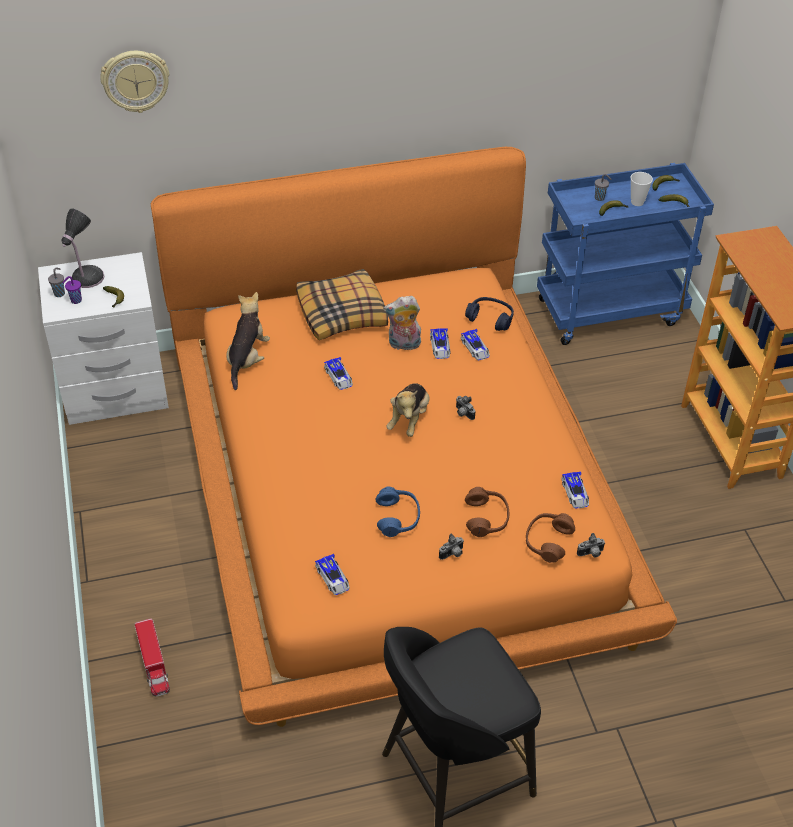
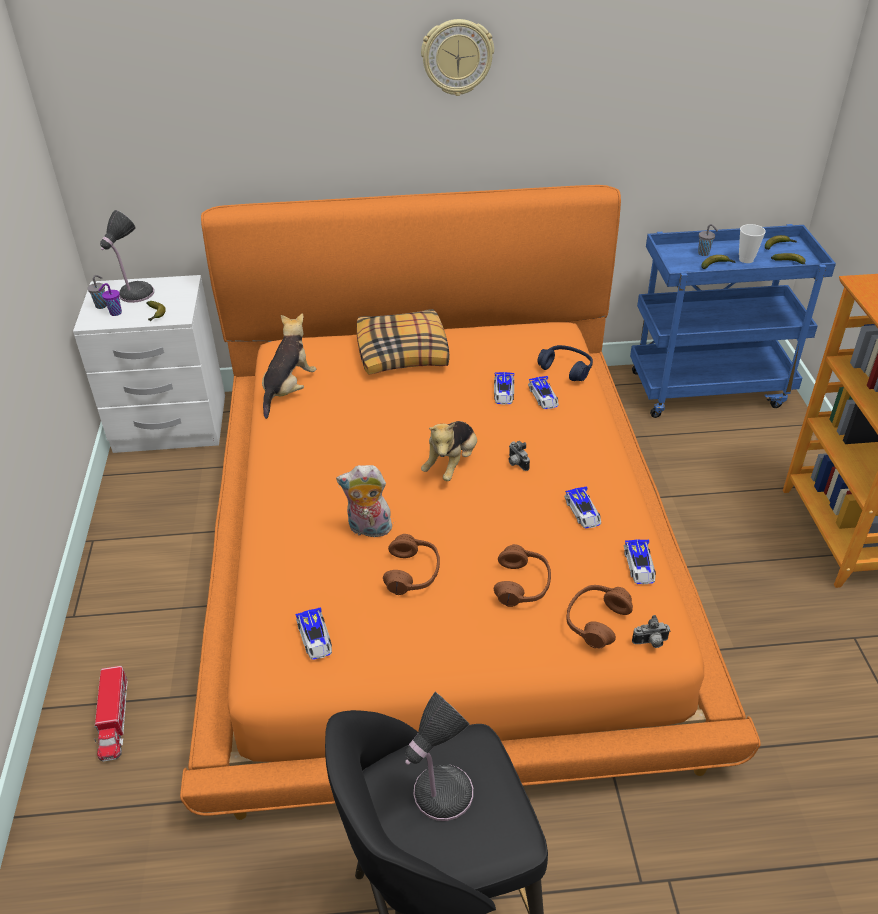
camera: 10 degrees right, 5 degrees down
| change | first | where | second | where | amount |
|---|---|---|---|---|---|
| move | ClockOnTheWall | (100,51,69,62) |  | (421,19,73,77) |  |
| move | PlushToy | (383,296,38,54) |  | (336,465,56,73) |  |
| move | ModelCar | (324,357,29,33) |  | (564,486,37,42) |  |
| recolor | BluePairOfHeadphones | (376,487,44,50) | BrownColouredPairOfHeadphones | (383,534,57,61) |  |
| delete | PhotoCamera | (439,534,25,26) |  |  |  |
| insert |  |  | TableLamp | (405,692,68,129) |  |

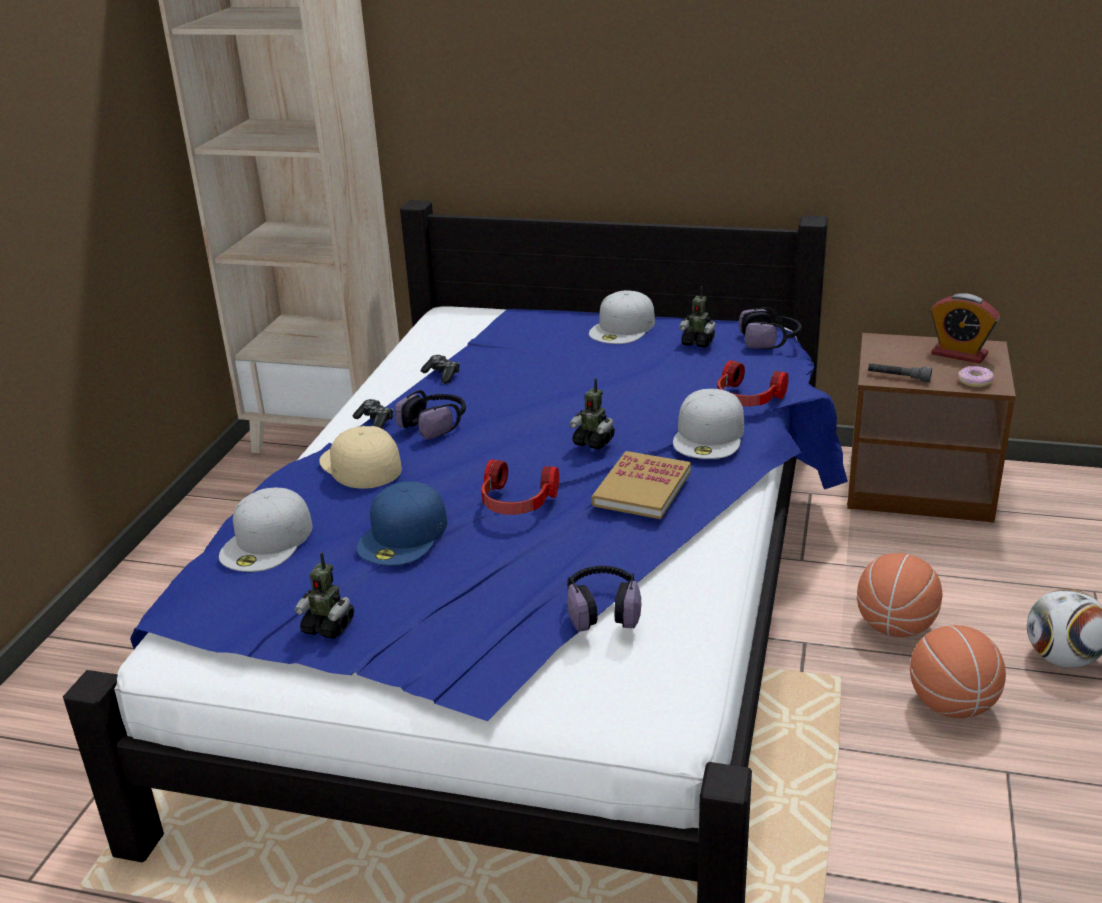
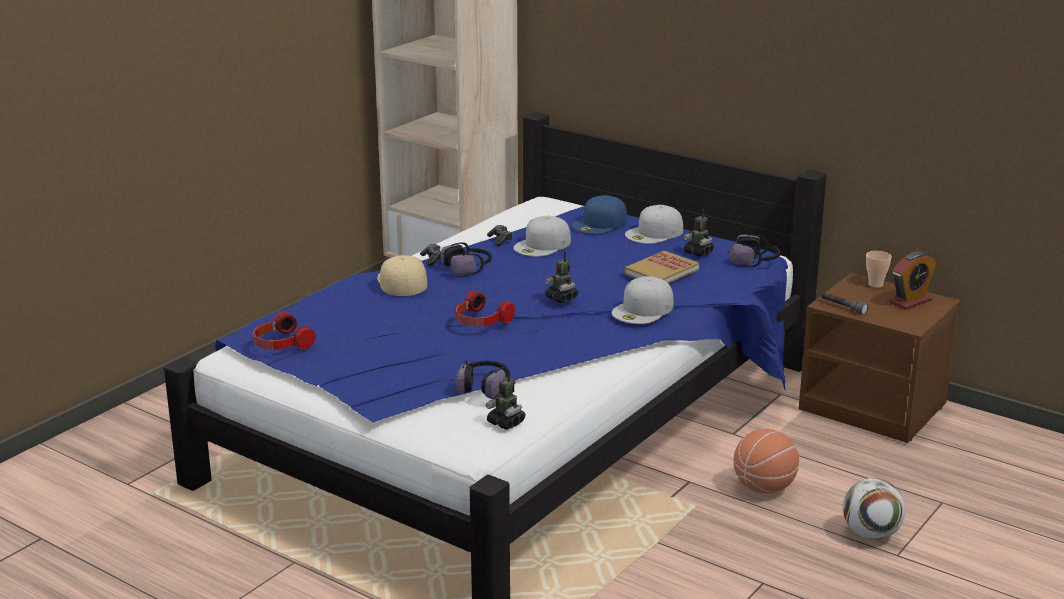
camera: 20 degrees right, 5 degrees down
| change | first | where | second | where | amount |
|---|---|---|---|---|---|
| rotate | AlarmClock | (931,293,69,71) |  | (889,251,48,59) | 90 degrees counterclockwise |
| move | PairOfHeadphones | (717,360,72,46) |  | (253,311,63,39) |  |
| delete | Doughnut | (958,366,36,21) |  |  |  |
| move | Book | (591,451,100,68) |  | (624,251,75,33) |  |
| move | BlueCap | (357,481,90,85) |  | (572,195,55,39) |  |
| move | WhiteColouredCap | (219,488,93,84) |  | (513,216,58,41) |  |
| move | RobotFigure | (295,552,59,87) |  | (486,370,40,60) |  |
| delete | Basketball | (910,625,96,93) |  |  |  |
| insert |  |  | SmallCup | (866,251,26,37) |  |

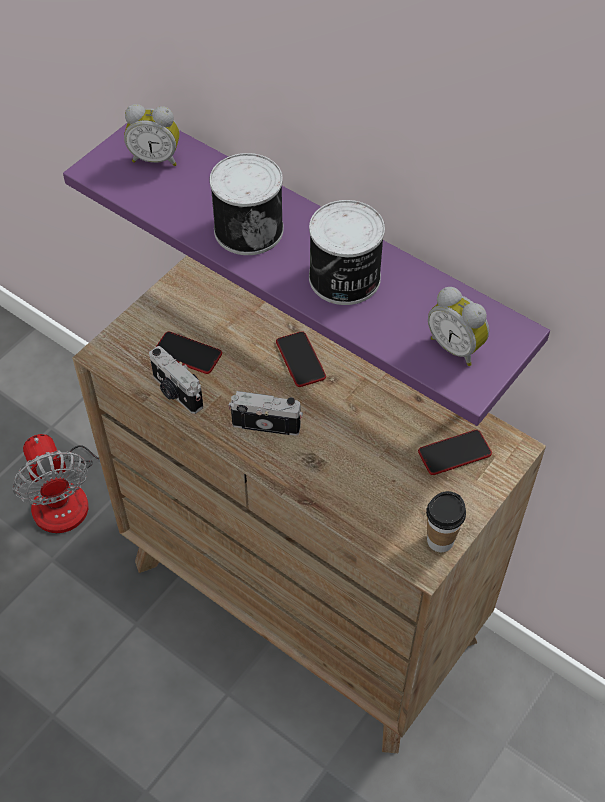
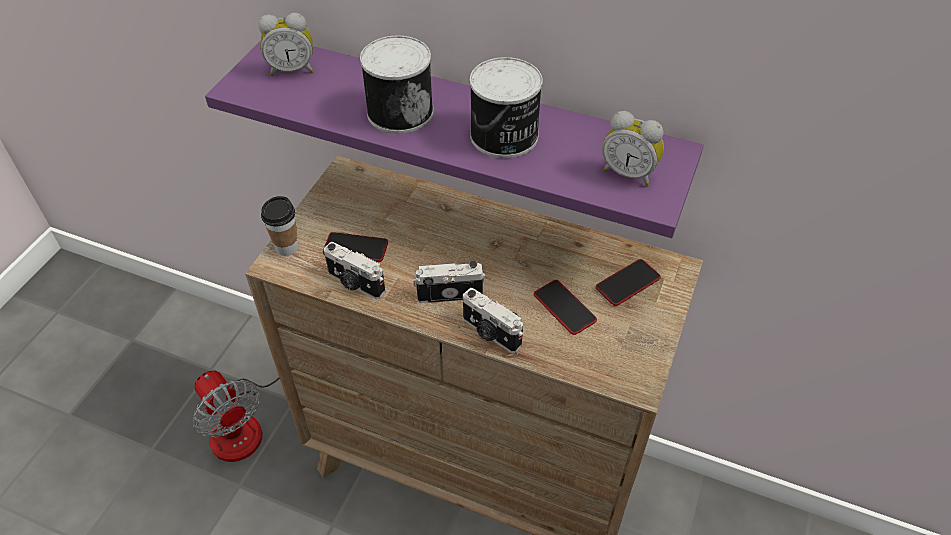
camera: 15 degrees left, 5 degrees down
| change | first | where | second | where | amount |
|---|---|---|---|---|---|
| move | Handset | (276,331,50,56) |  | (534,280,63,55) |  |
| move | SmallCup | (426,491,40,61) |  | (261,196,37,60) |  |
| insert |  |  | PhotoCamera | (463,288,60,65) |  |

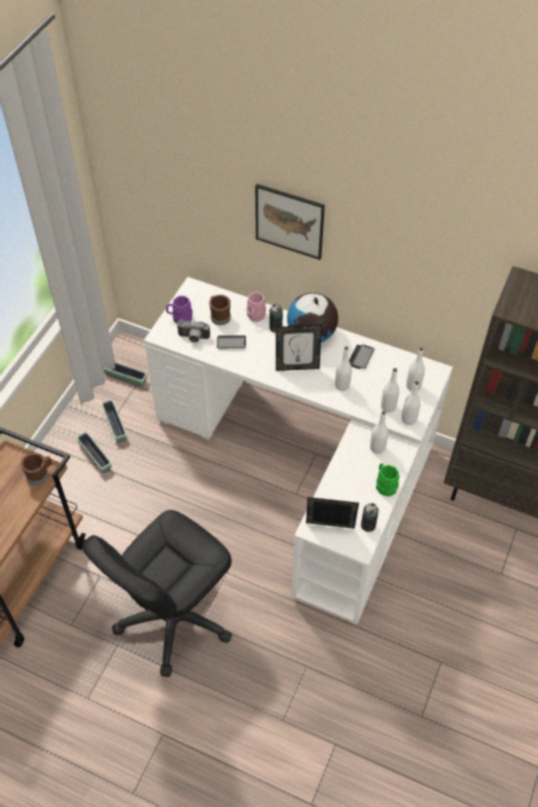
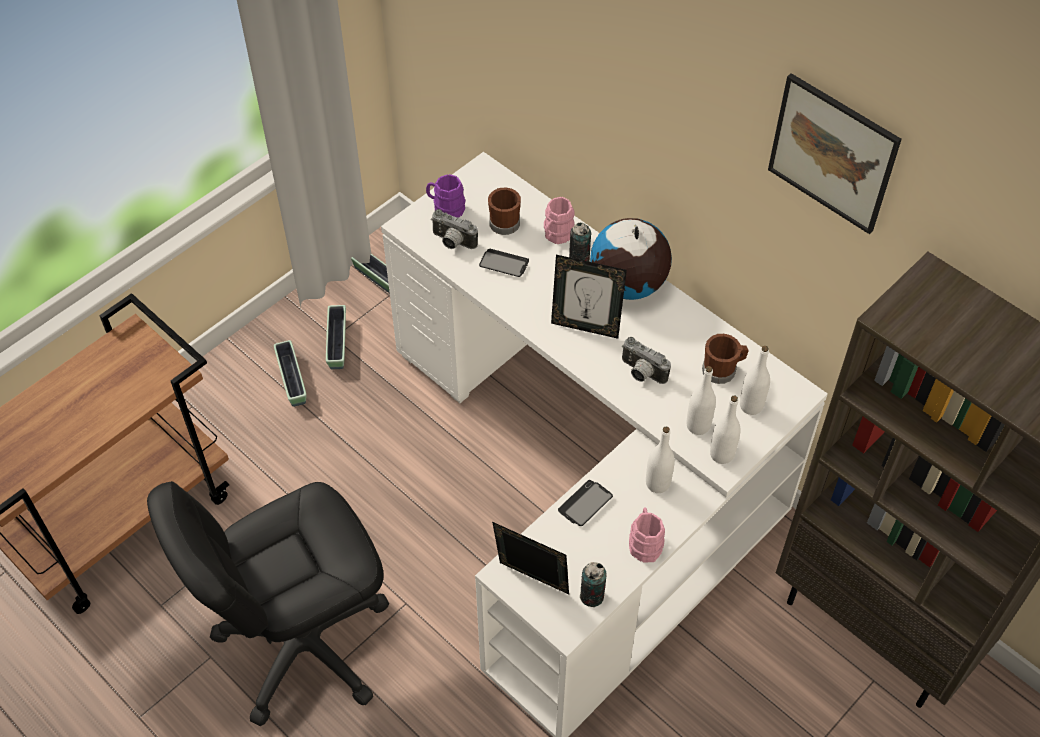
camera: 20 degrees right, 0 degrees up
| change | first | where | second | where | amount |
|---|---|---|---|---|---|
| move | Picture | (255,184,70,76) |  | (768,73,134,161) |  |
| move | Handset | (349,344,25,25) |  | (558,480,55,46) |  |
| replace | WhiteColouredBeverageBottle | (335,346,17,45) | PhotoCamera | (622,337,49,47) |  |
| move | BrownColouredMug | (21,453,31,32) |  | (702,334,47,50) |  |
| recolor | GreenMug | (376,463,23,33) | PinkColouredMug | (629,507,36,56) |  |

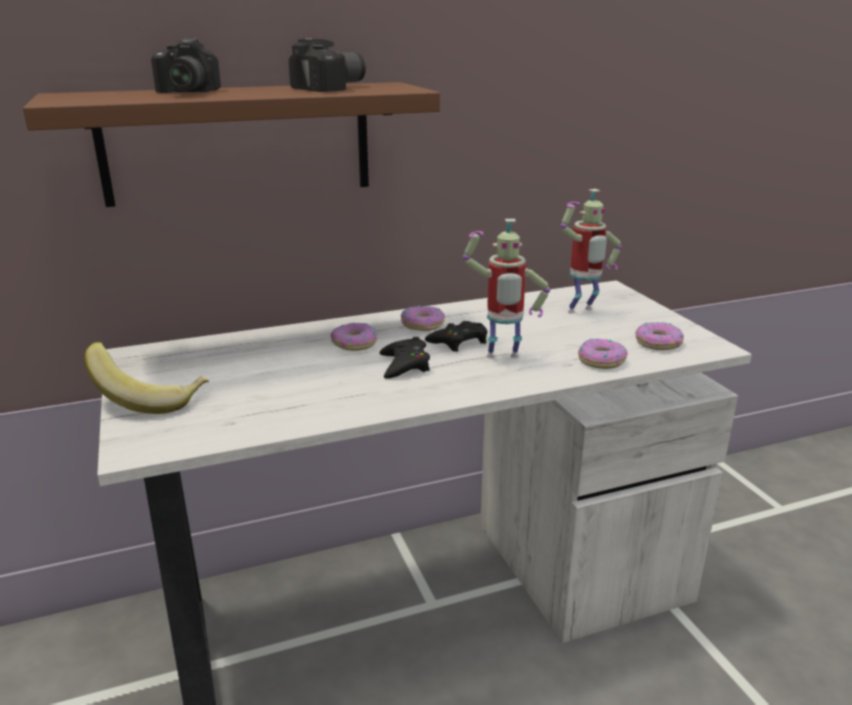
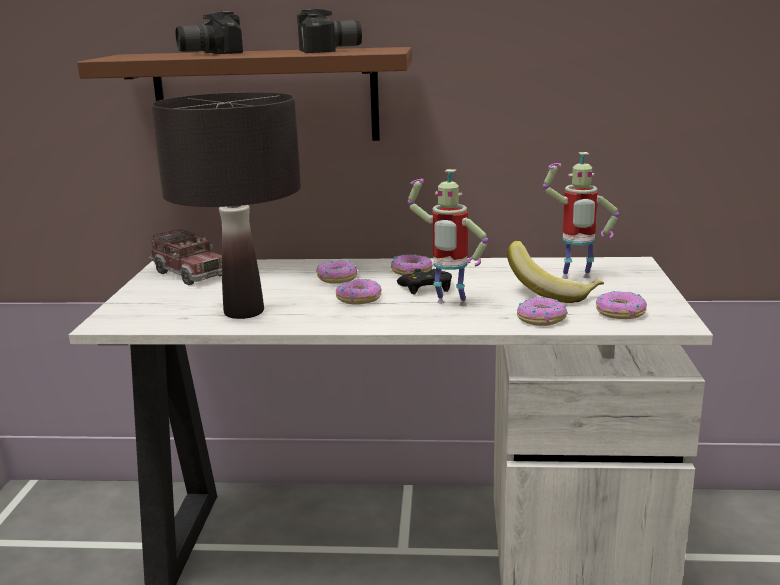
camera: 25 degrees right, 5 degrees down
| change | first | where | second | where | amount |
|---|---|---|---|---|---|
| rotate | PhotoCamera | (151,38,70,55) |  | (176,11,67,43) | 45 degrees clockwise |
| replace | BlackishJoypad | (380,337,50,42) | Doughnut | (336,279,46,26) |  |
| move | Banana | (84,342,125,72) |  | (507,241,97,62) |  |
| insert |  |  | BlackishTableLamp | (151,92,150,227) |  |
| insert |  |  | ToyLorry | (149,229,73,56) |  |

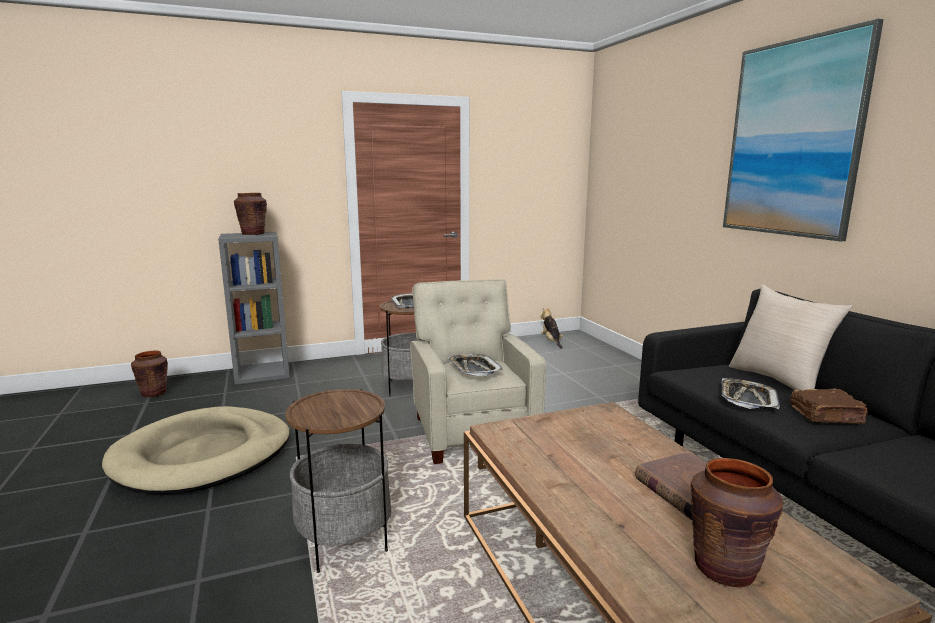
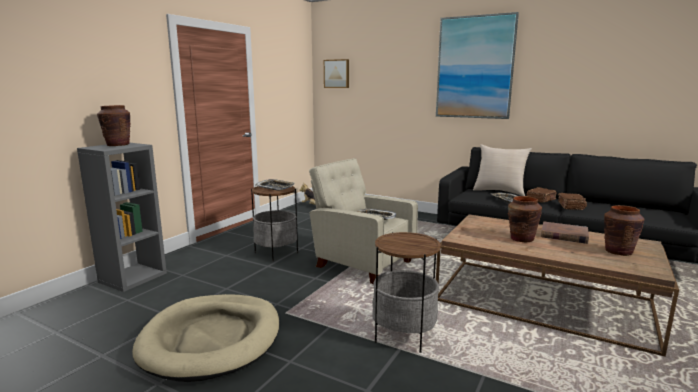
camera: 40 degrees left, 0 degrees up
| change | first | where | second | where | amount |
|---|---|---|---|---|---|
| move | BrownColouredVase | (131,350,37,47) |  | (508,196,34,46) |  |
| insert |  |  | Picture | (324,59,25,29) |  |
| insert |  |  | BrownColouredBook | (558,193,29,17) |  |

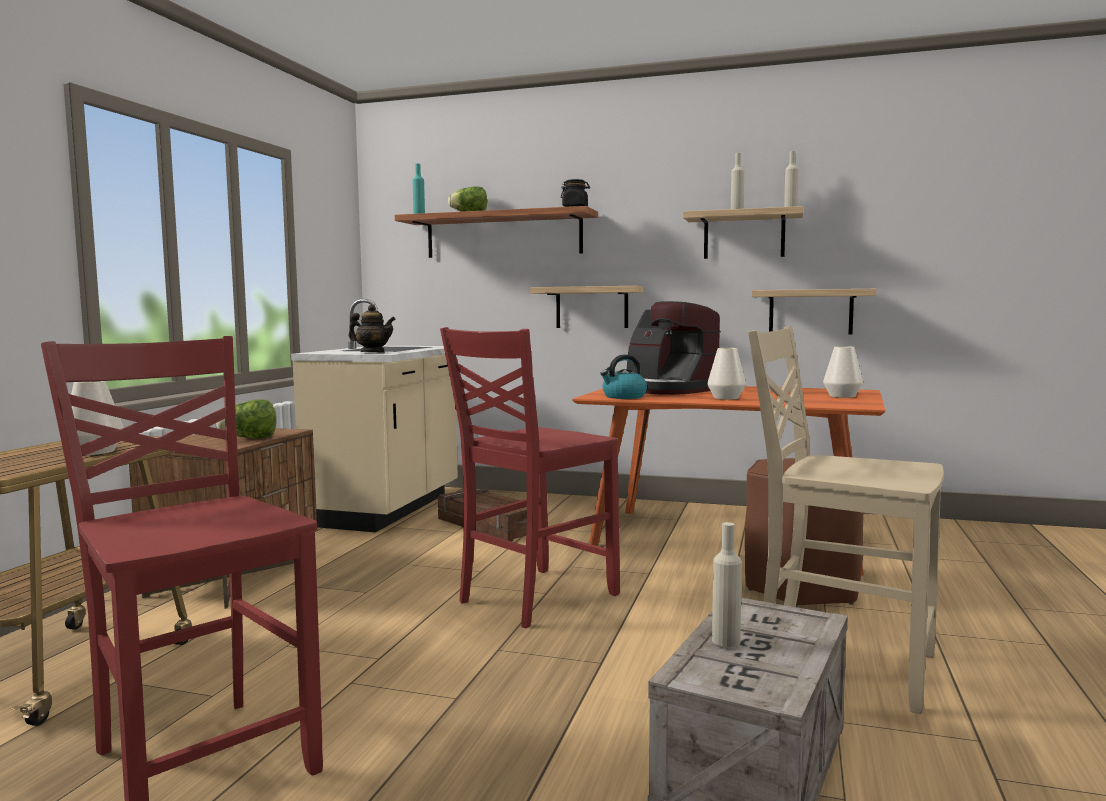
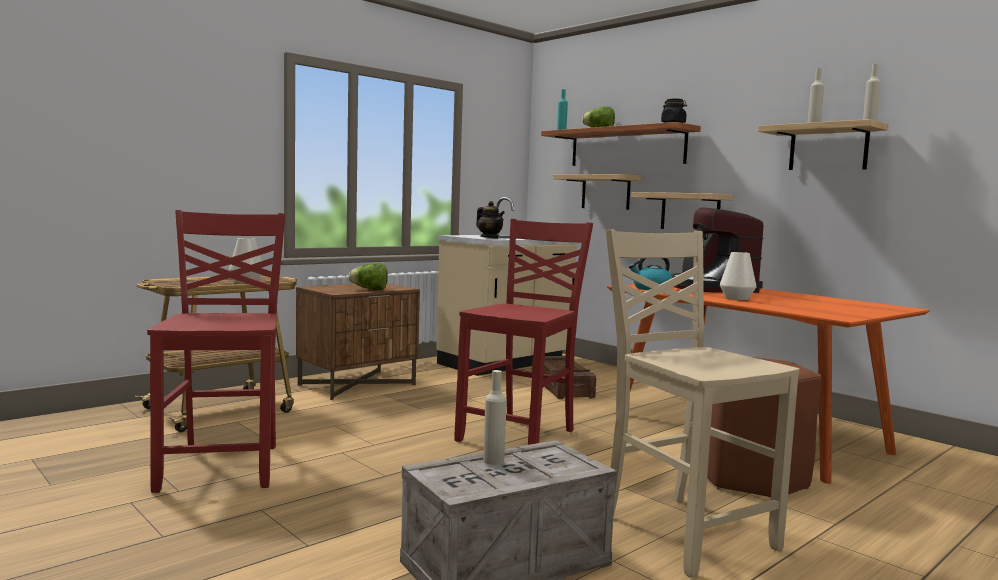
camera: 30 degrees right, 0 degrees up
| change | first | where | second | where | amount |
|---|---|---|---|---|---|
| move | WallShelf | (751,289,125,45) |  | (553,174,88,36) |  |
| rotate | RedColouredPlainChair | (440,327,180,301) |  | (454,219,139,226) | 135 degrees clockwise |
| delete | WhiteColouredVase | (823,346,40,52) |  |  |  |

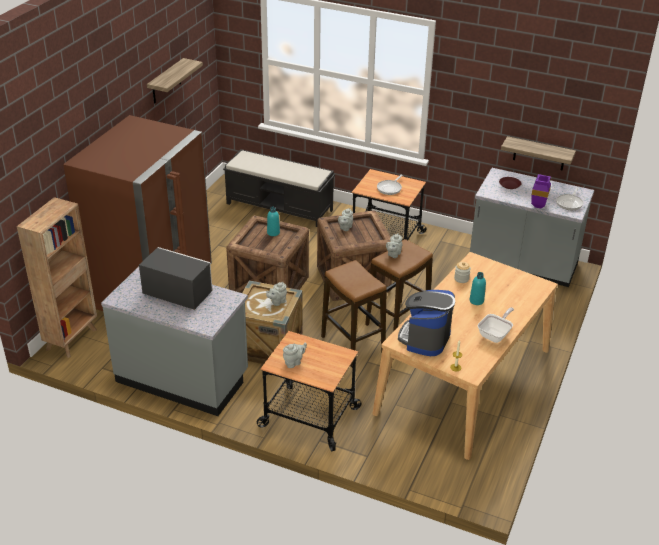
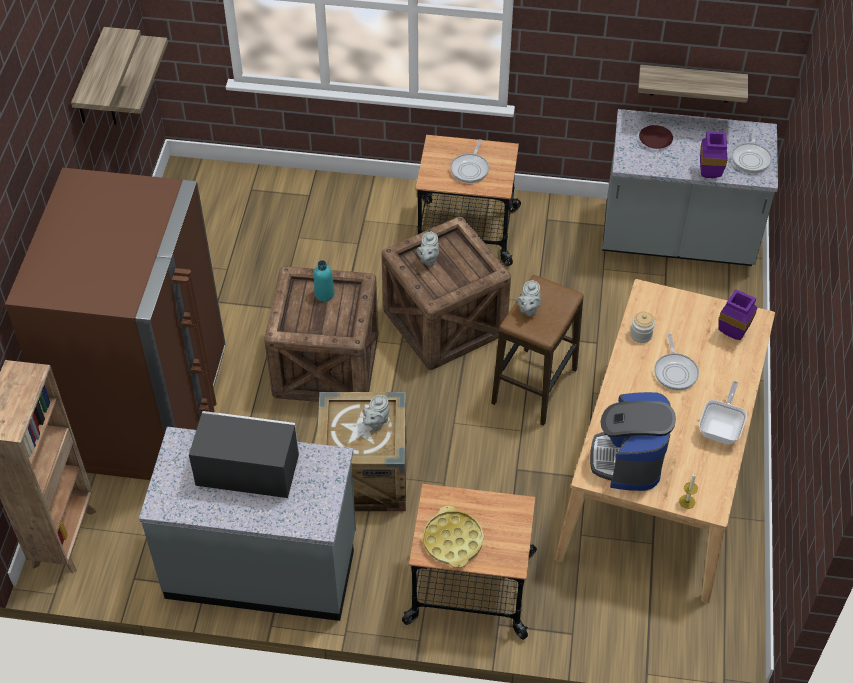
camera: 15 degrees left, 15 degrees up
| change | first | where | second | where | amount |
|---|---|---|---|---|---|
| delete | BlackishBench | (223,149,112,78) |  |  |  |
| delete | Stool | (321,260,66,108) |  |  |  |
| replace | BlueGreenBeverageBottle | (470,272,16,33) | Skillet | (654,334,45,56) |  |
| replace | GreyishTeapot | (283,343,24,25) | YellowishCarryingTray | (423,506,61,62) |  |
| insert |  |  | WallShelf | (110,35,58,90) |  |
| insert |  |  | PurpleVase | (719,289,38,51) |  |

